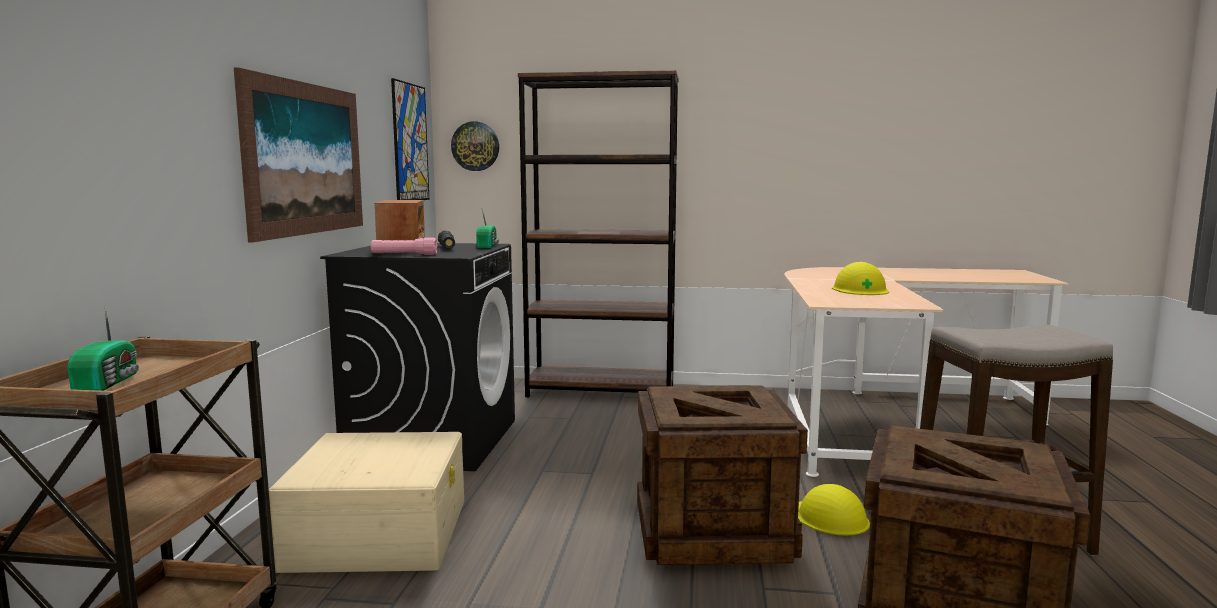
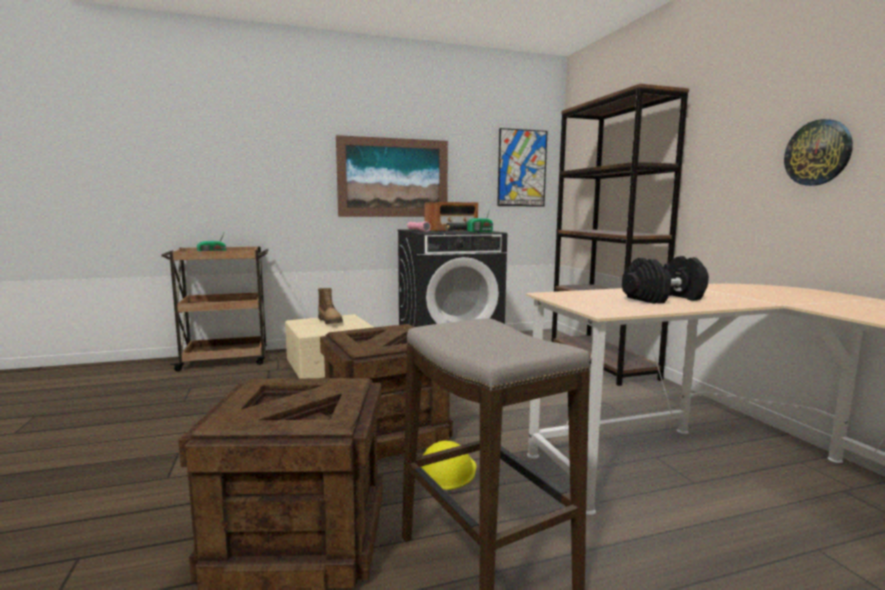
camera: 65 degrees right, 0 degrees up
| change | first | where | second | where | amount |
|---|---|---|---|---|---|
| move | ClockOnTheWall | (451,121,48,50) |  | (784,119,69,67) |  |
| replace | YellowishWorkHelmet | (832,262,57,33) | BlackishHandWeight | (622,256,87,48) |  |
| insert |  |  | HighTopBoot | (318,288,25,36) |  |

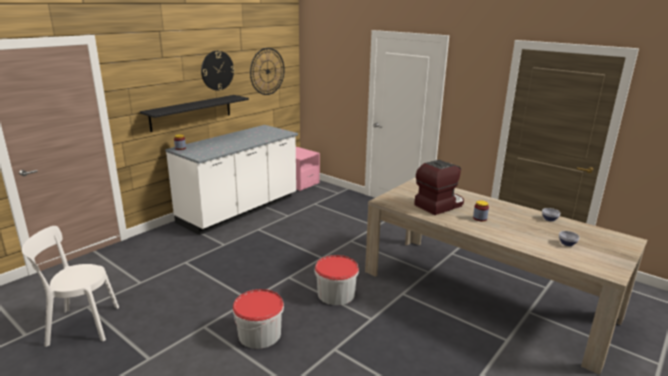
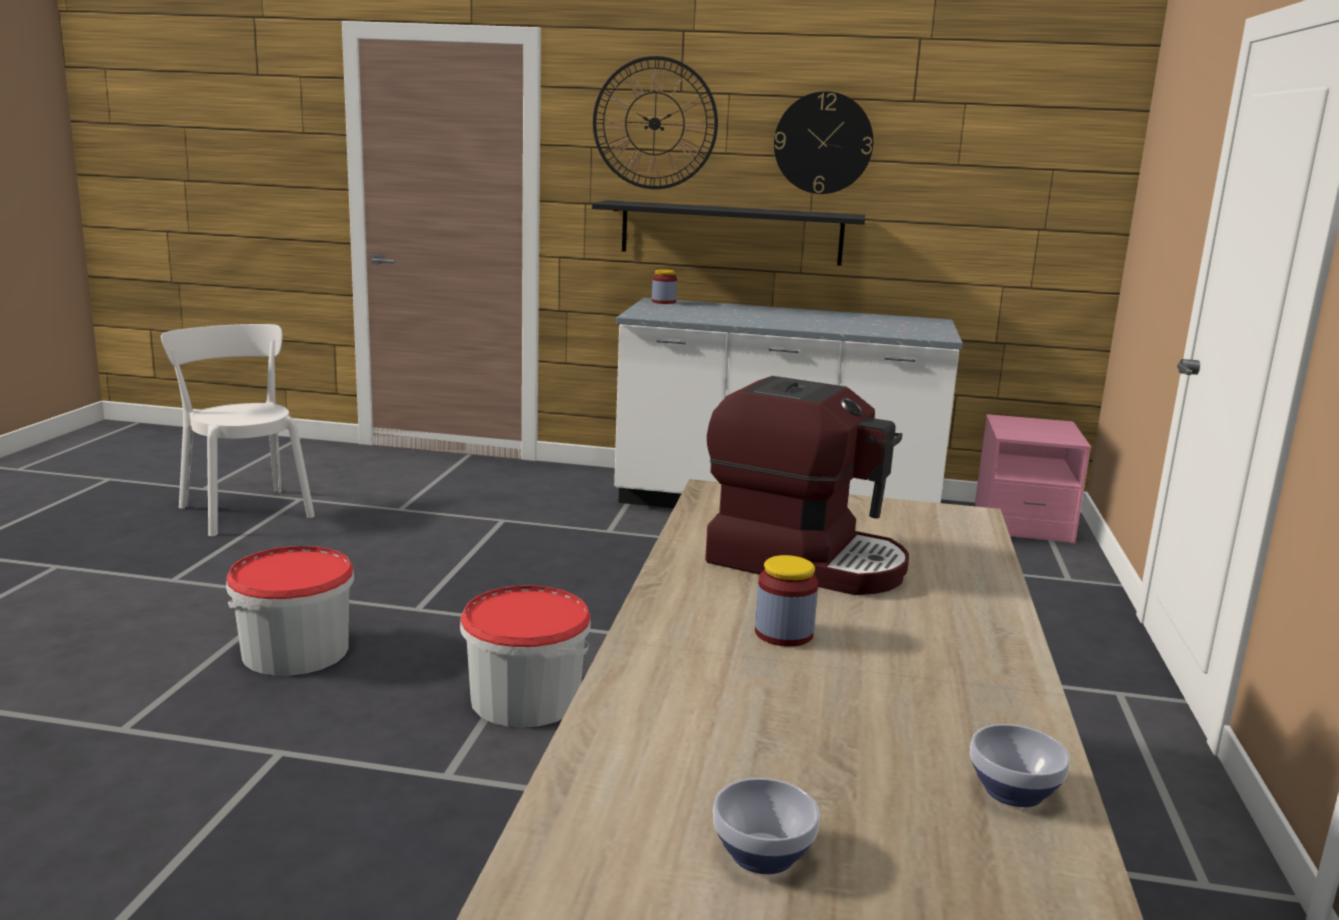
camera: 60 degrees right, 5 degrees down
| change | first | where | second | where | amount |
|---|---|---|---|---|---|
| move | ClockOnTheWall | (250,48,35,47) |  | (593,56,125,133) |  |

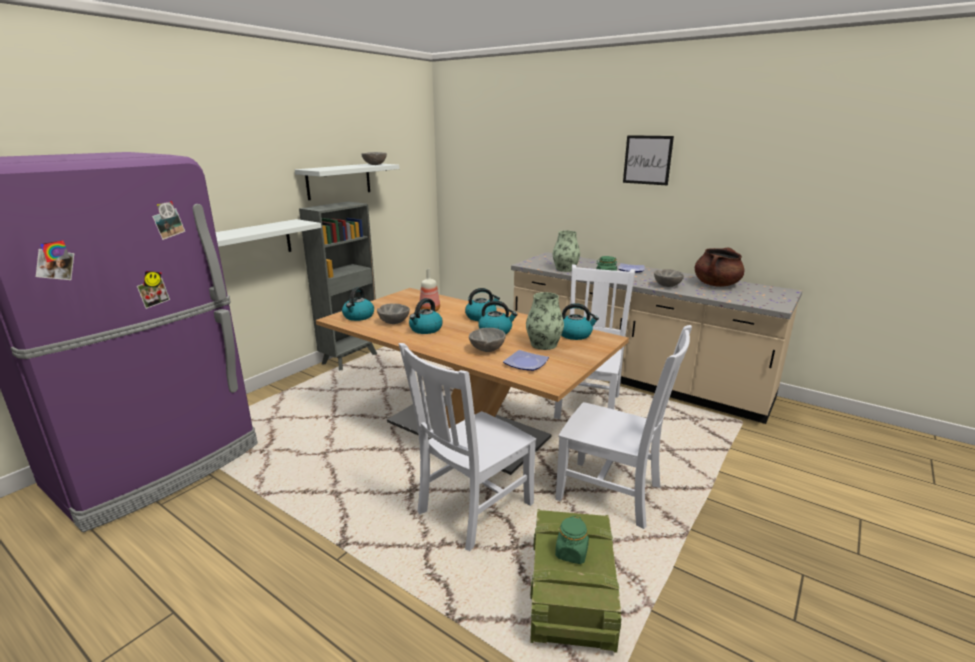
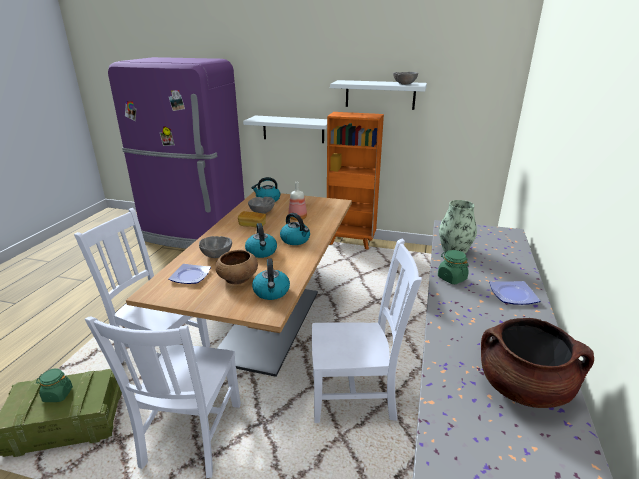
camera: 70 degrees right, 5 degrees up
| change | first | where | second | where | amount |
|---|---|---|---|---|---|
| delete | Picture | (623,135,51,50) |  |  |  |
| recolor | GreyishBookshelf | (299,201,78,169) | OrangeBookshelf | (327,112,57,138) |  |
| delete | GreyishDeepDish | (654,269,30,18) |  |  |  |
| replace | Vase | (526,292,38,58) | BrownColouredDeepDish | (215,250,43,35) |  |
| replace | Kettle | (409,298,34,36) | BakeryBread | (238,211,28,16) |  |

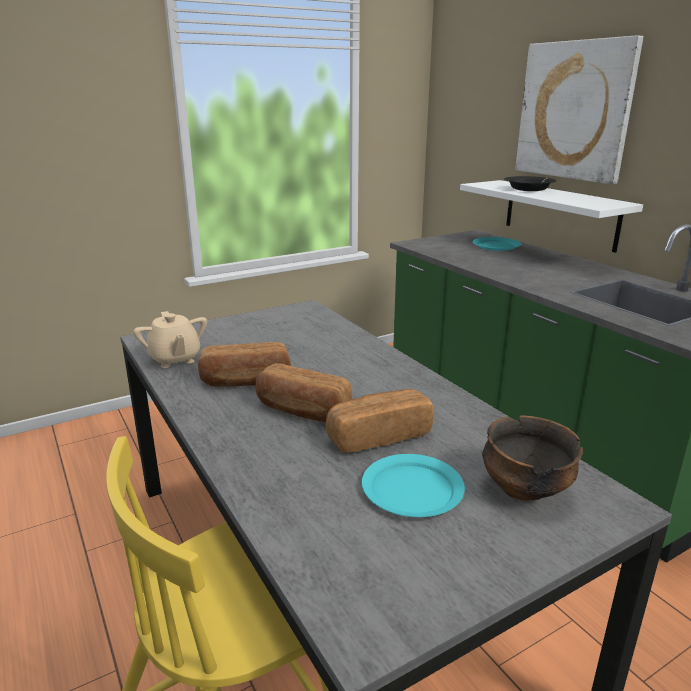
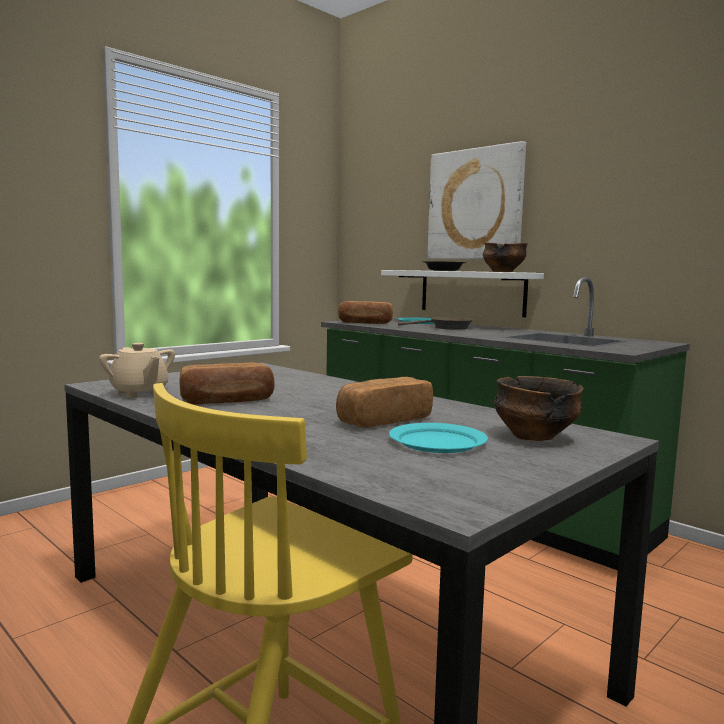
camera: 15 degrees left, 15 degrees down
| change | first | where | second | where | amount |
|---|---|---|---|---|---|
| move | BakeryBread | (256,363,96,59) |  | (338,301,55,23) |  |
| insert |  |  | DeepDish | (483,242,45,30) |  |
| insert |  |  | BrownColouredSkillet | (398,317,75,13) |  |

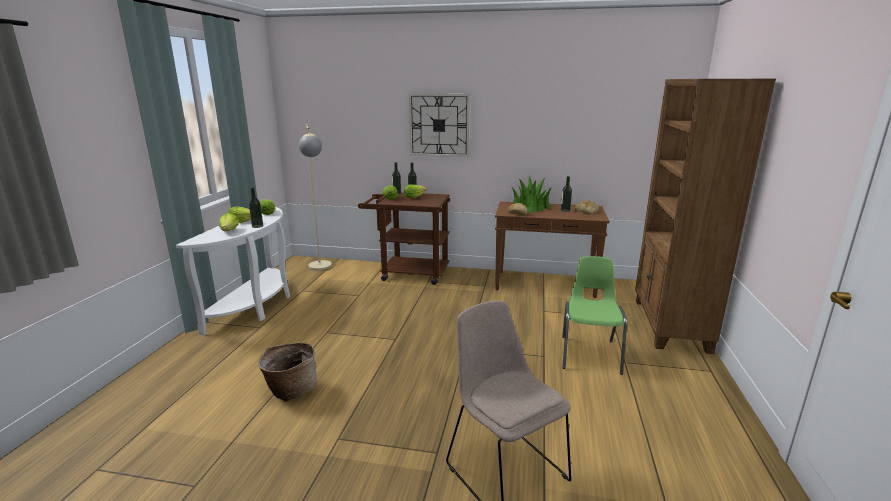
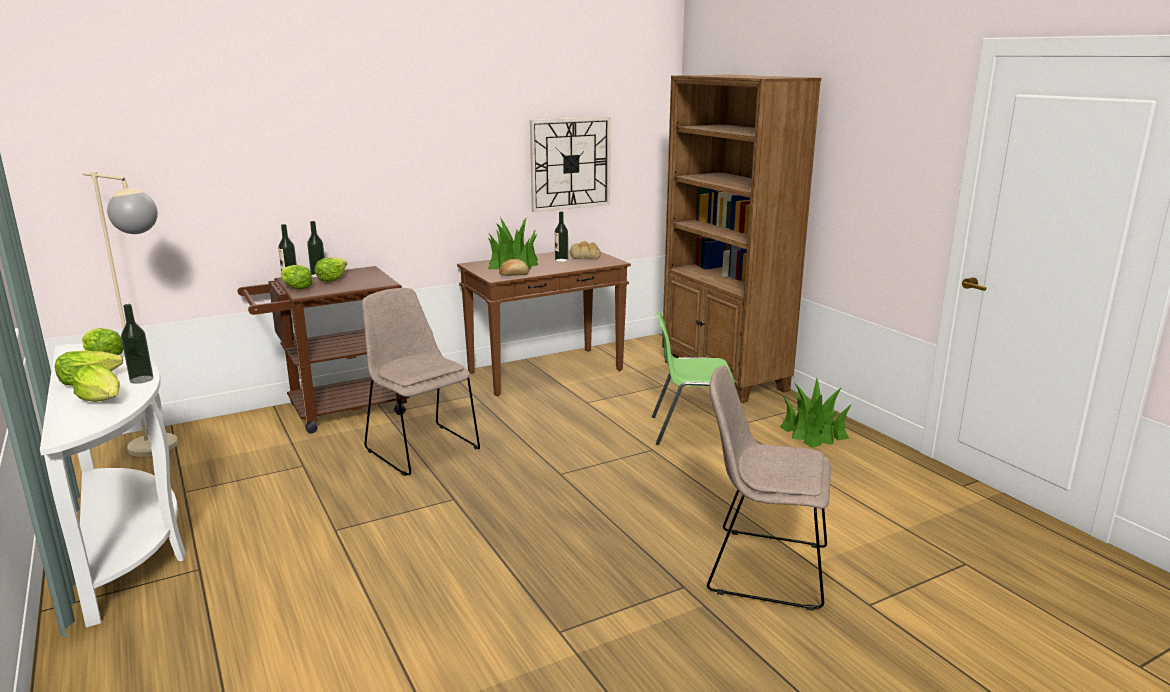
camera: 40 degrees left, 0 degrees up
| change | first | where | second | where | amount |
|---|---|---|---|---|---|
| move | ClockOnTheWall | (409,94,61,63) |  | (530,117,81,95) |  |
| rotate | GreenPlainChair | (562,256,65,119) |  | (652,312,83,133) | 60 degrees counterclockwise |
| delete | Basket | (258,342,59,60) |  |  |  |
| insert |  |  | BeigePlainChair | (362,288,118,188) |  |
| insert |  |  | PlantInAPot | (780,379,71,69) |  |

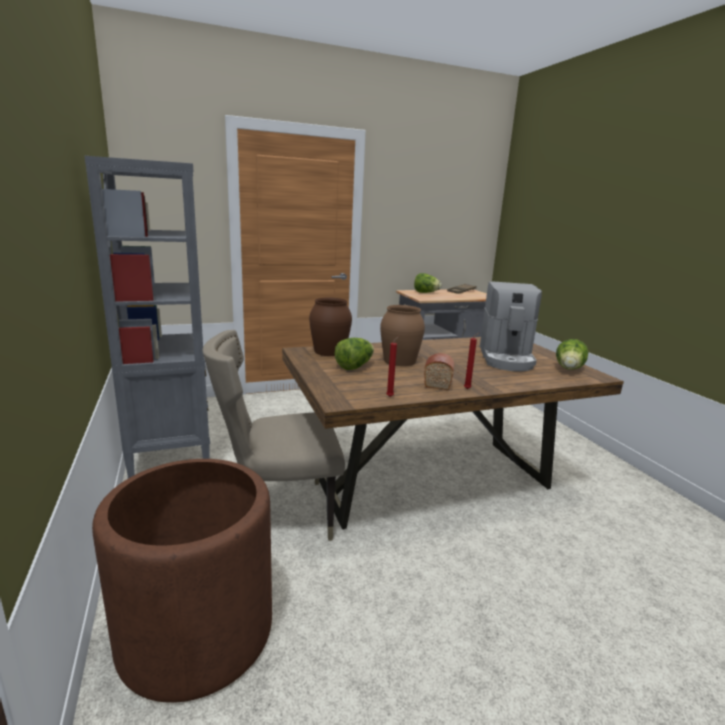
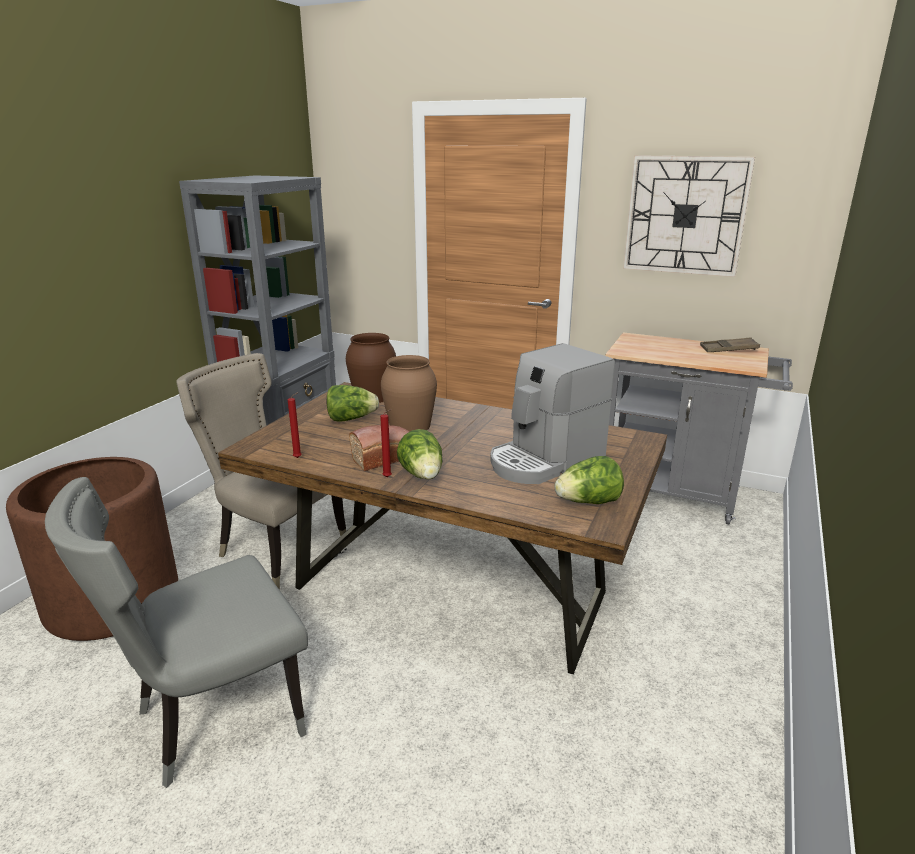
camera: 45 degrees right, 5 degrees up
| change | first | where | second | where | amount |
|---|---|---|---|---|---|
| move | Lettuce | (414,273,28,20) |  | (397,429,45,50) |  |
| insert |  |  | ClockOnTheWall | (623,155,132,122) |  |
| insert |  |  | GreyishPlainChair | (45,477,263,311) |  |

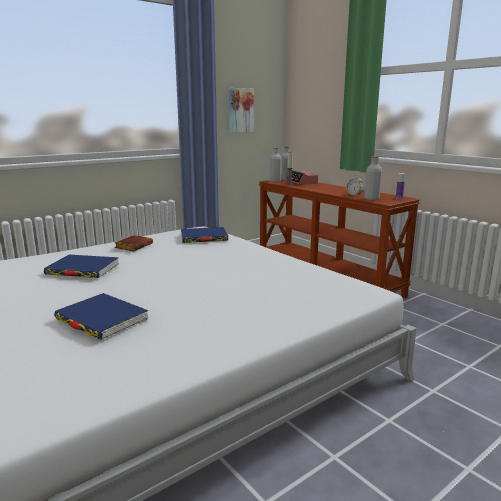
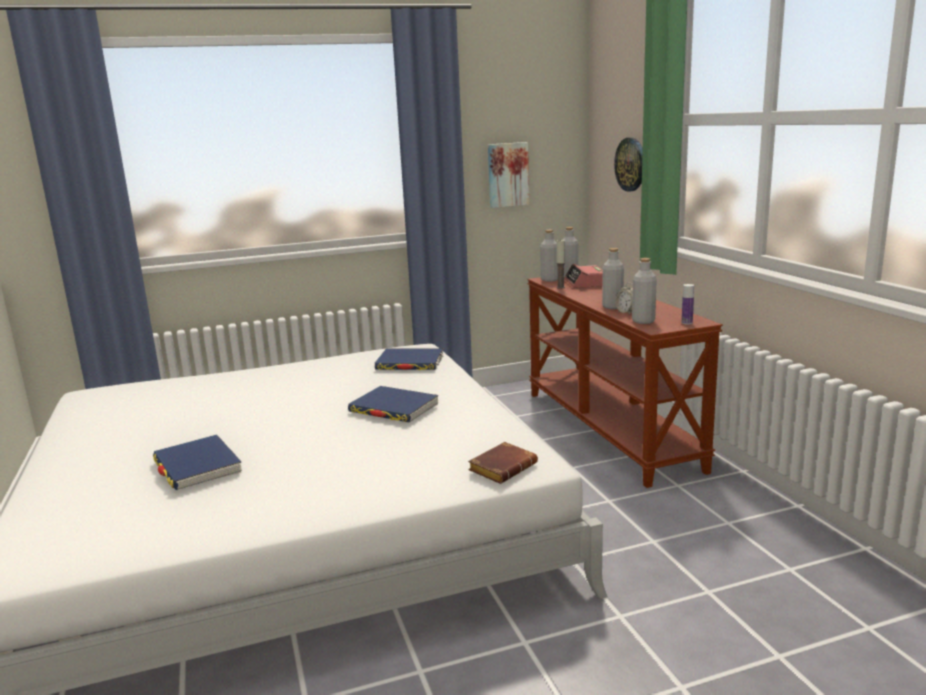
camera: 20 degrees right, 0 degrees up
| change | first | where | second | where | amount |
|---|---|---|---|---|---|
| move | BrownColouredBook | (115,235,38,17) |  | (468,442,70,42) |  |
| move | BlueBook | (44,255,75,23) |  | (348,386,91,36) |  |
| insert |  |  | ClockOnTheWall | (614,138,29,54) |  |
| insert |  |  | GreyishBeverageBottle | (602,248,22,61) |  |

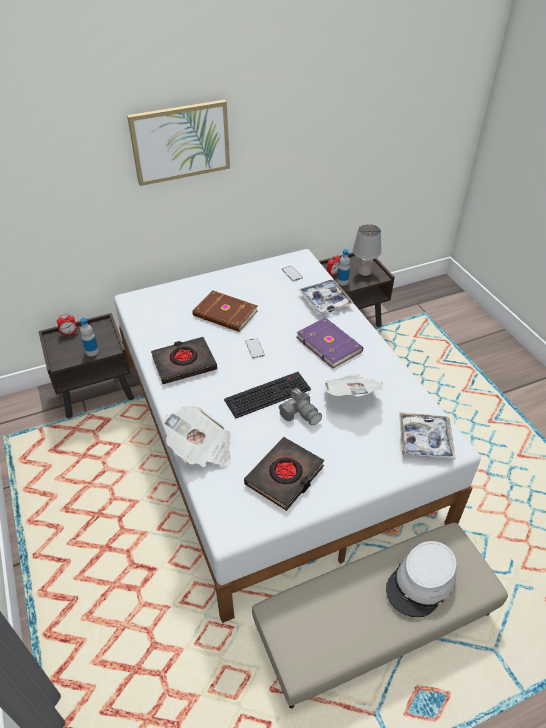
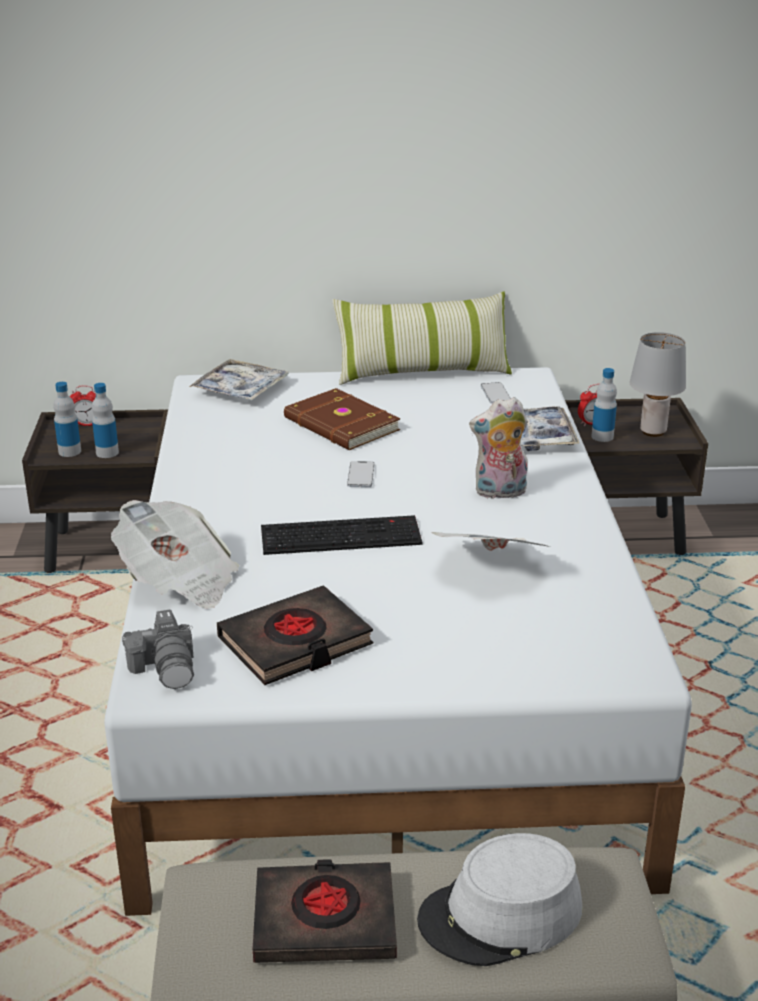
camera: 20 degrees right, 15 degrees down
| change | first | where | second | where | amount |
|---|---|---|---|---|---|
| delete | Picture | (127,100,103,86) |  |  |  |
| replace | PurpleBook | (296,317,67,52) | PlushToy | (469,397,59,102) |  |
| move | BlackishBook | (151,337,66,47) |  | (253,859,144,104) |  |
| move | PhotoCamera | (279,388,43,37) |  | (122,610,72,79) |  |
| move | CarryingTray | (399,412,57,47) |  | (189,359,100,41) |  |
| insert |  |  | Pillow | (333,292,179,93) |  |
| insert |  |  | BeverageBottle | (53,382,28,75) |  |

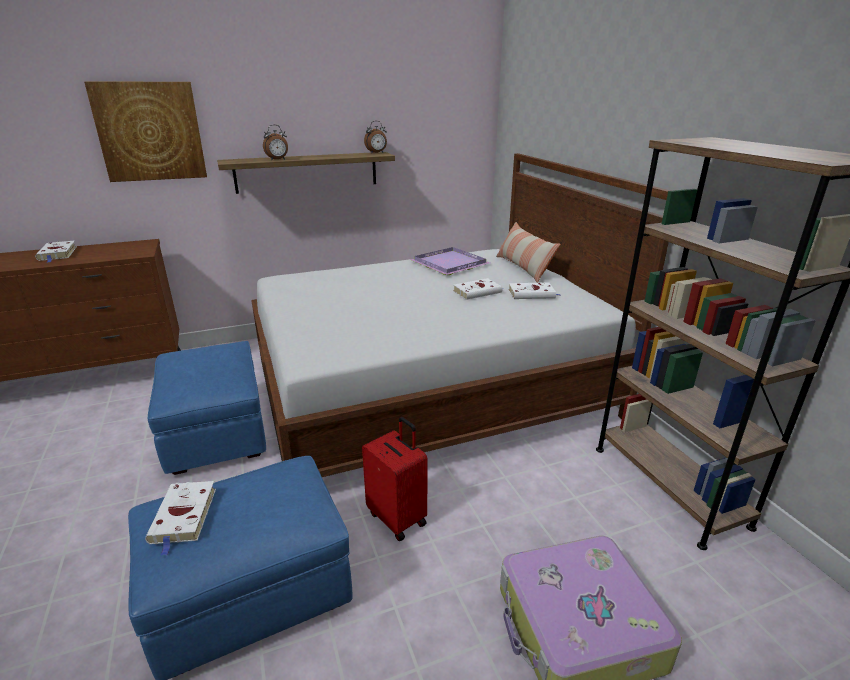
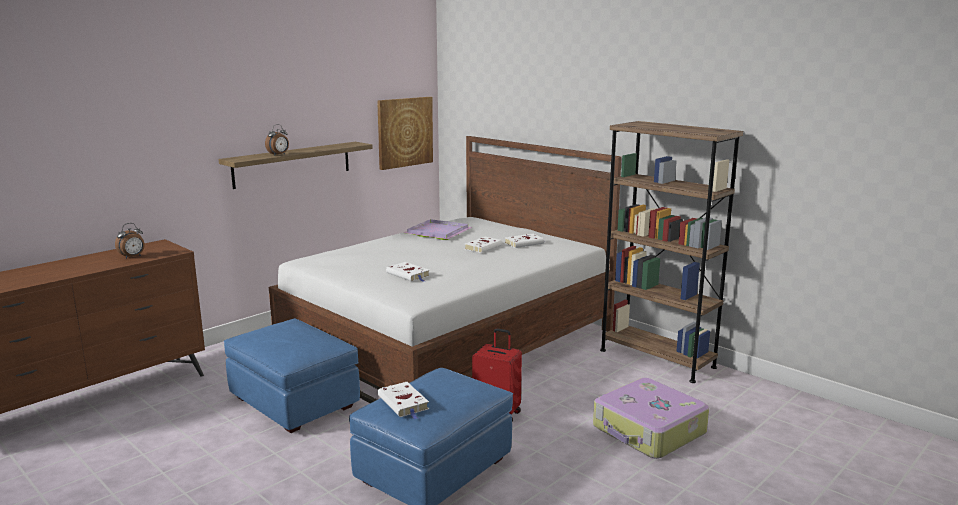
camera: 25 degrees left, 10 degrees down
| change | first | where | second | where | amount |
|---|---|---|---|---|---|
| move | Picture | (84,81,123,101) |  | (377,97,56,73) |  |
| move | AlarmClock | (364,121,23,33) |  | (115,223,30,36) |  |
| delete | Pillow | (496,222,64,61) |  |  |  |
| move | WhiteColouredBook | (35,240,42,23) |  | (386,262,44,20) |  |

